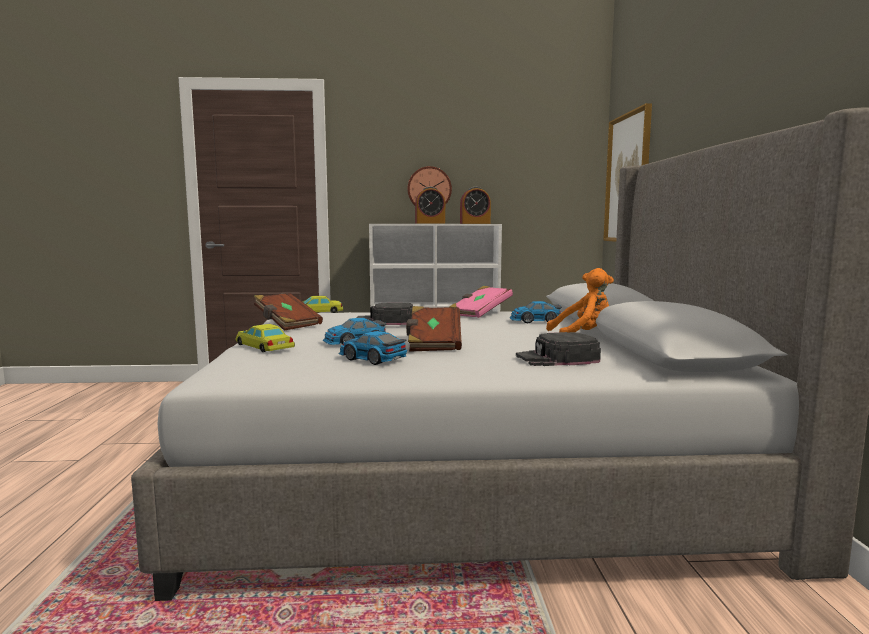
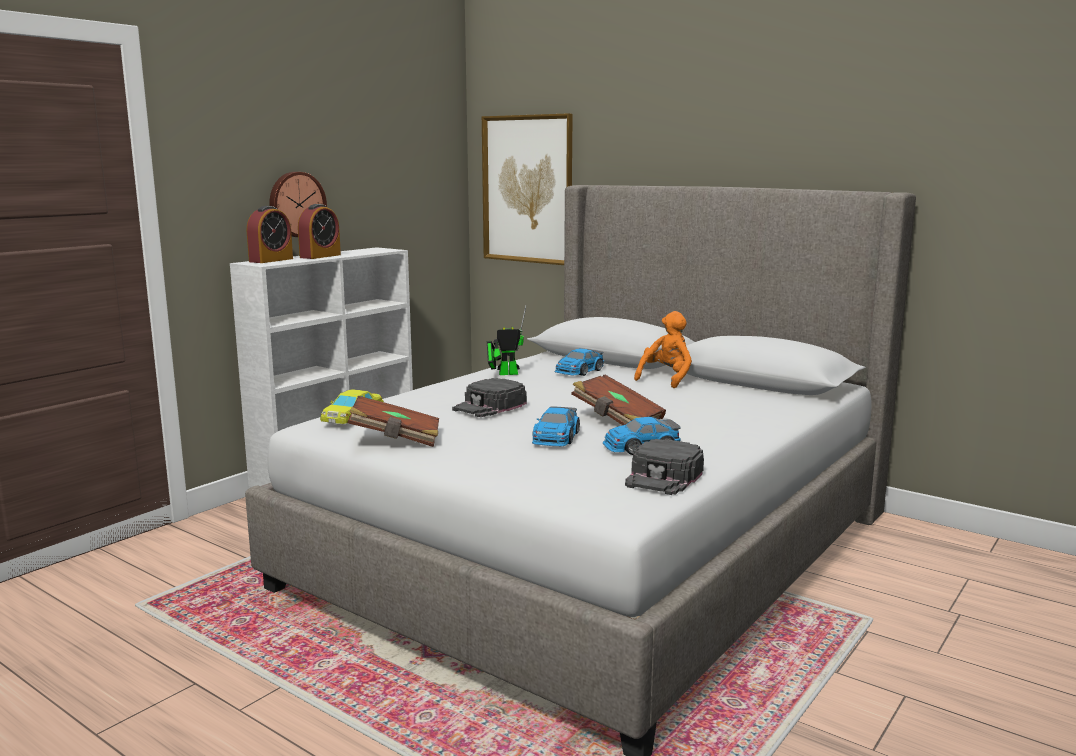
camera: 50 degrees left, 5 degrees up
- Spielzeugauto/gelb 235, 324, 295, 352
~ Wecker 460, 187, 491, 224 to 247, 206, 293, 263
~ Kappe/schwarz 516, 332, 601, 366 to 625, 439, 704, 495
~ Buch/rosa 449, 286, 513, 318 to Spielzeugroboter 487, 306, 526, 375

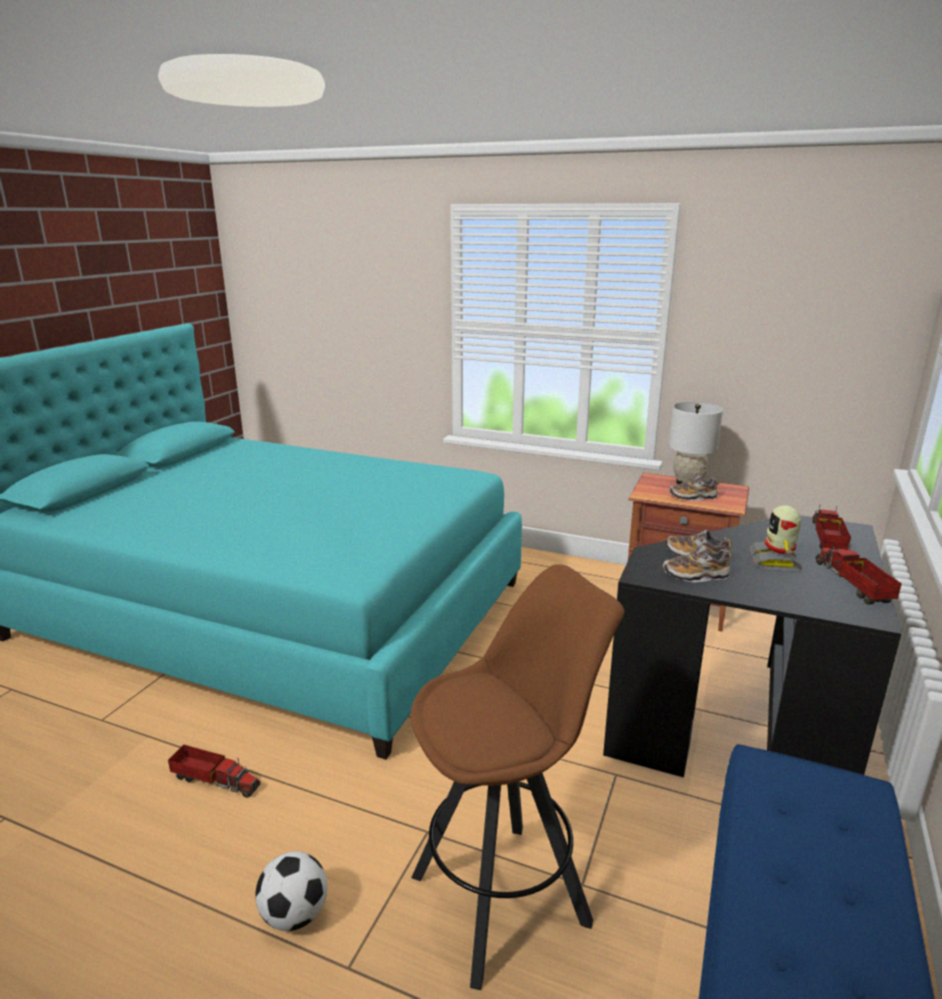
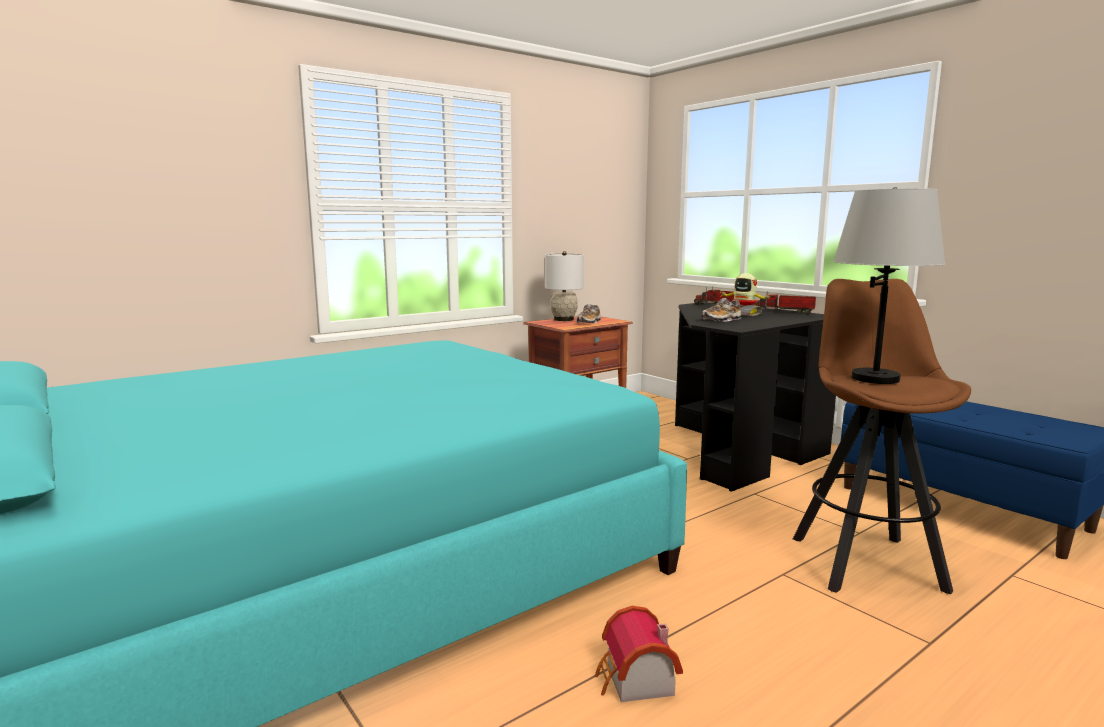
camera: 60 degrees left, 10 degrees down
- Fußball 255, 851, 327, 931
- Schuh 663, 545, 732, 582
+ Tischlampe/grau 833, 187, 945, 384
~ Spielzeuglaster 168, 745, 260, 798 to Spielzeughaus 595, 606, 683, 702

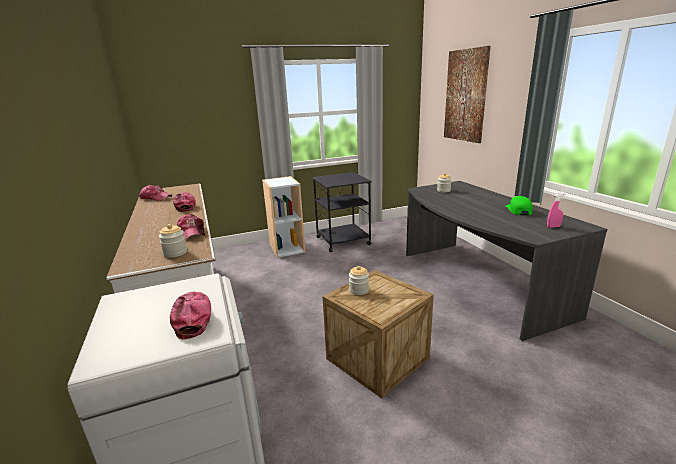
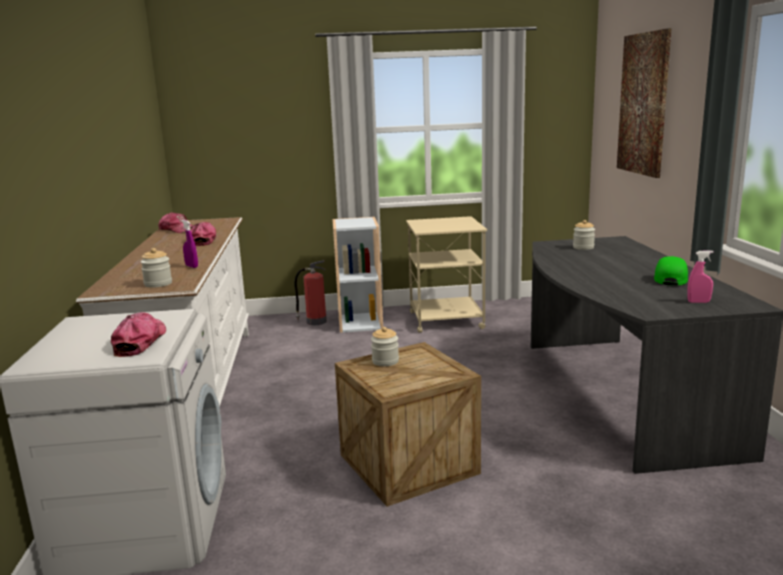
camera: 15 degrees right, 5 degrees down
+ Feuerlöscher 294, 260, 327, 325
~ Kappe 177, 214, 205, 239 to Sprühflasche/lila 181, 220, 198, 268
~ Rollwagen/schwarz 312, 172, 372, 252 to Rollwagen/beige 406, 216, 487, 333

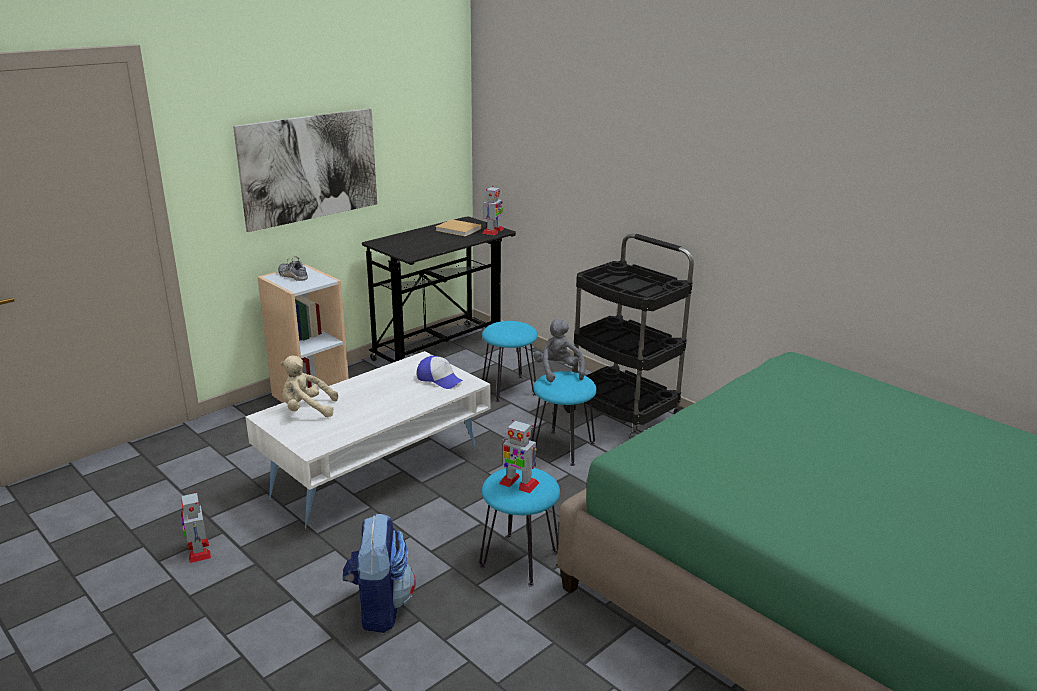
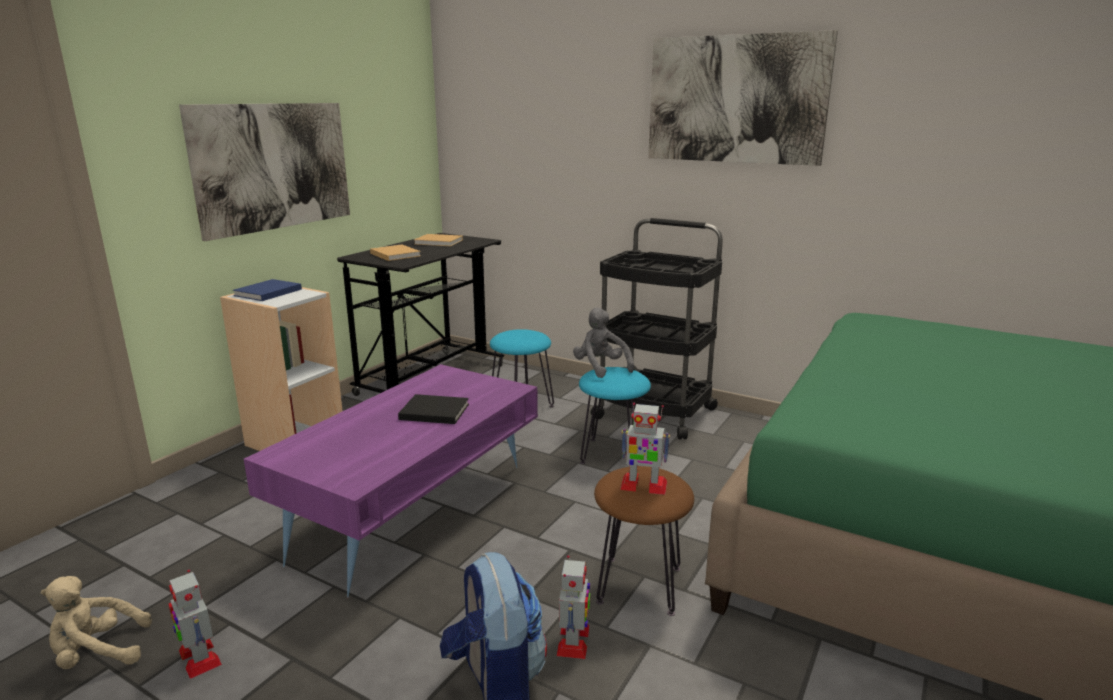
camera: 15 degrees left, 5 degrees down
- Kappe 417, 356, 464, 389
+ Buch/beige 370, 244, 421, 261
+ Buch/schwarz 398, 394, 469, 424
+ Bild 648, 30, 838, 166
~ Plüschtier/beige 280, 356, 338, 417 to 41, 576, 152, 669
~ Spielzeugroboter 482, 186, 504, 235 to 557, 555, 590, 659
~ Schuh 278, 256, 308, 281 to Buch/blau 232, 279, 302, 301
~ Couchtisch/weiß 245, 351, 490, 530 to Couchtisch/lila 244, 364, 538, 599
~ Hocker/türkis 479, 467, 560, 587 to Hocker/braun 594, 466, 694, 616

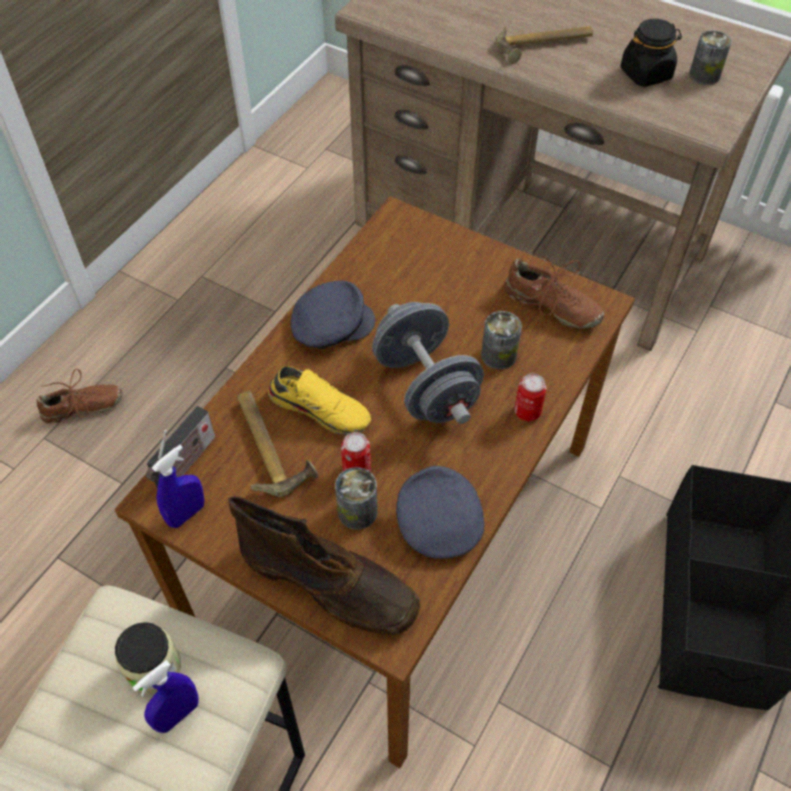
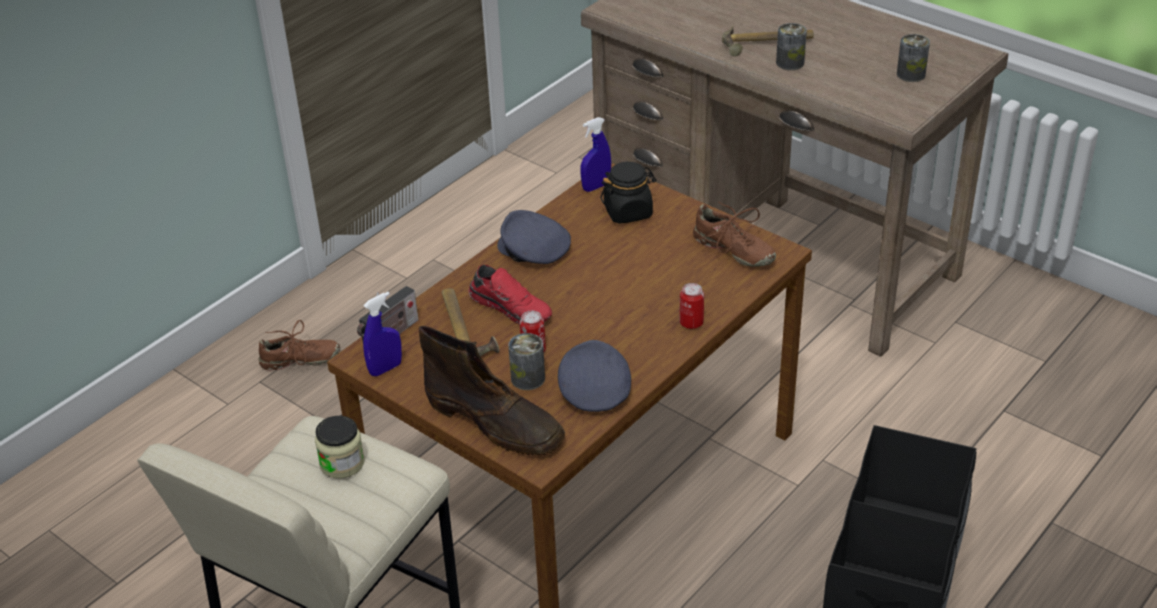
camera: 10 degrees right, 15 degrees down
- Hantel/grau 372, 302, 484, 424
~ Sprühflasche/blau 132, 660, 199, 733 to 581, 117, 611, 192
~ Dose 481, 311, 522, 370 to 776, 23, 807, 70
~ Vorratsglas/schwarz 620, 19, 682, 87 to 600, 162, 656, 224
~ Schuh/gelb 268, 366, 371, 435 to Schuh/rot 469, 265, 552, 325
~ Kappe/grau 291, 281, 375, 349 = 497, 210, 571, 264 135 degrees counterclockwise

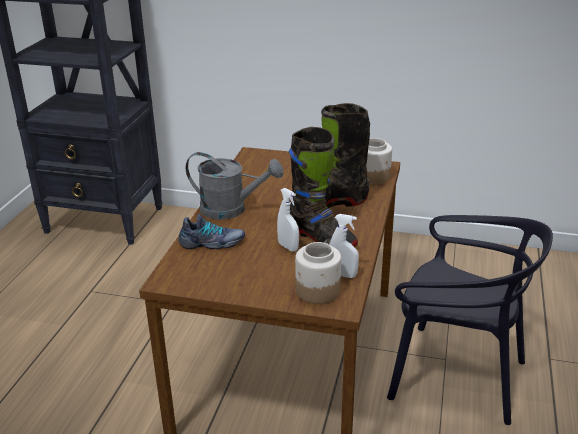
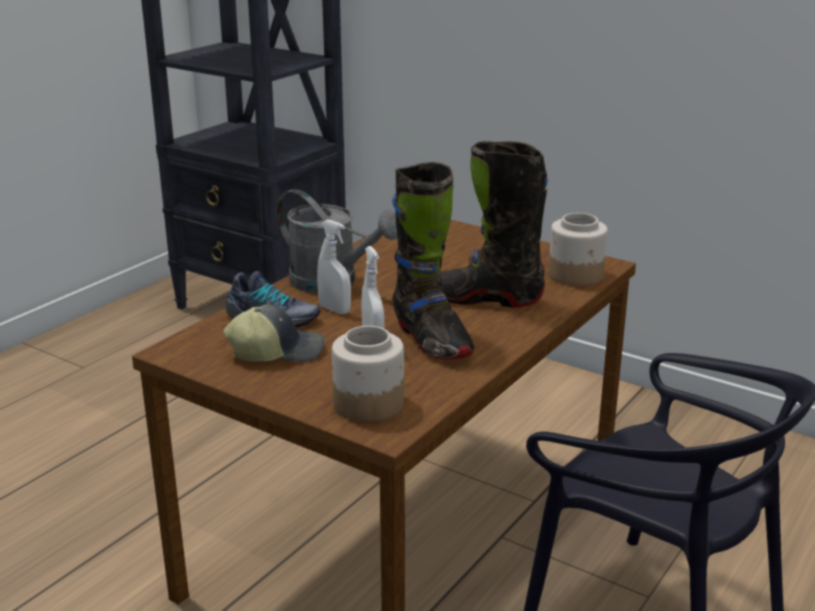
camera: 20 degrees right, 5 degrees down
+ Kappe 224, 304, 325, 362
~ Sprühflasche/weiß 329, 214, 359, 278 to 317, 220, 351, 314

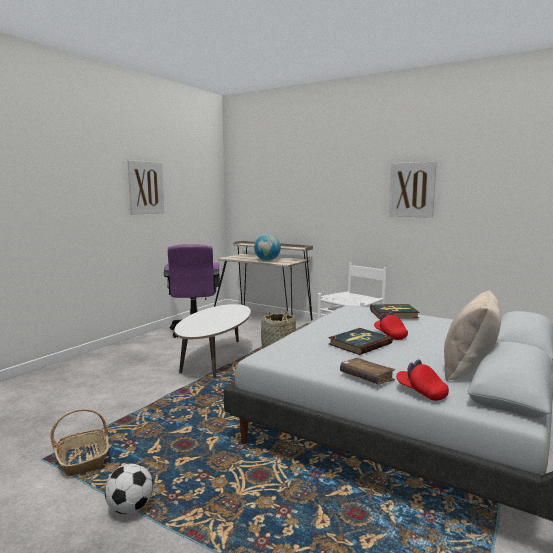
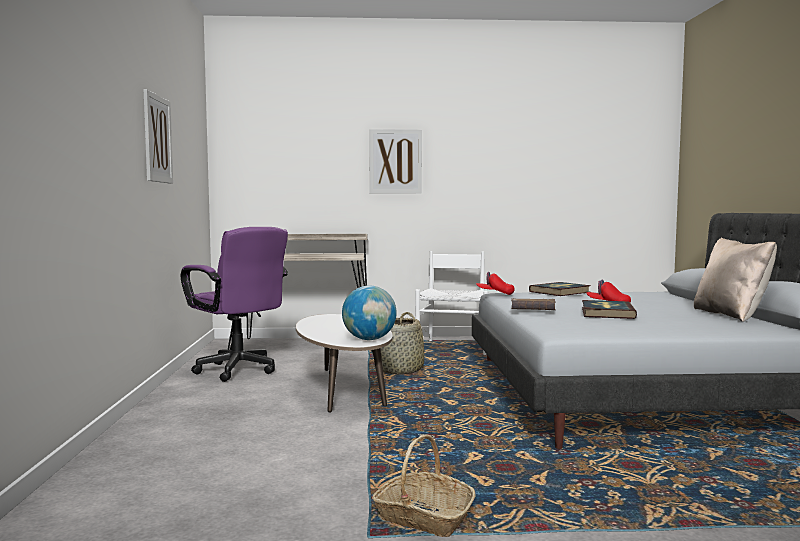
camera: 35 degrees left, 5 degrees down
- Fußball 105, 463, 153, 514
~ Globus 254, 234, 281, 261 to 342, 286, 397, 340
~ Buch/braun 340, 358, 396, 385 to 511, 298, 556, 310
~ Bild 389, 162, 437, 218 to 369, 129, 422, 194
~ Kappe/rot 396, 359, 449, 401 to 476, 272, 515, 295

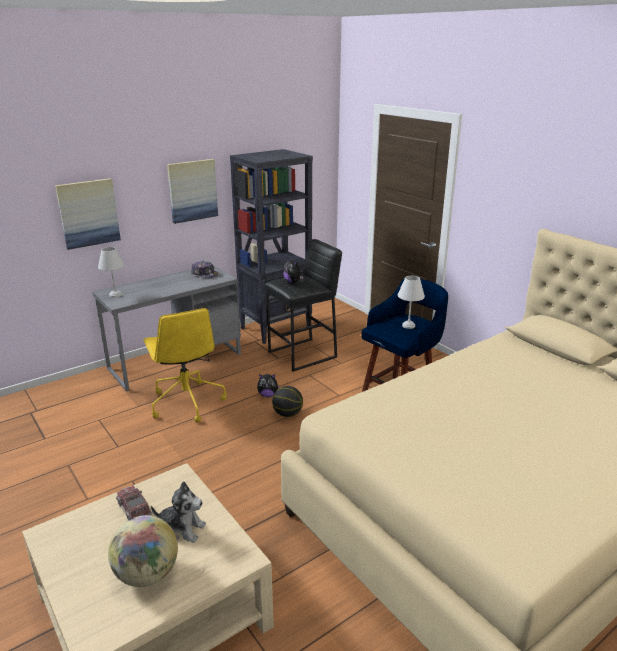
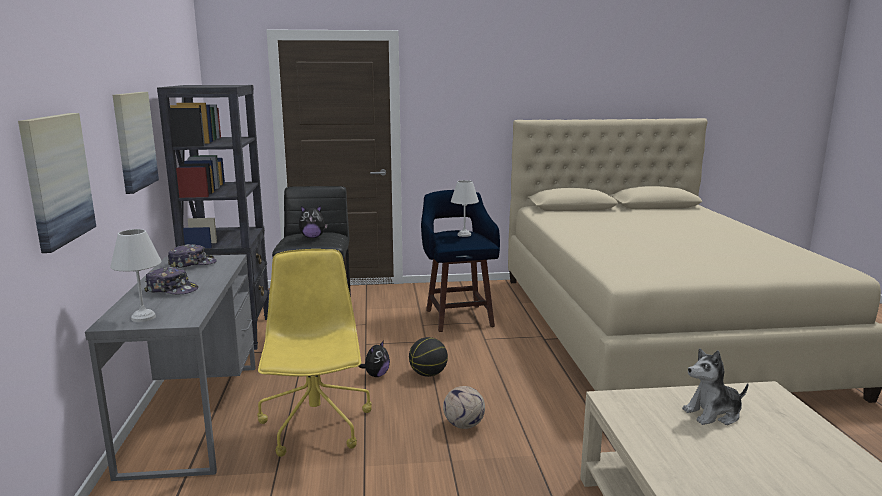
camera: 60 degrees left, 10 degrees down
- Globus 108, 515, 178, 587
- Spielzeuglaster 116, 485, 152, 520
+ Kappe 144, 267, 199, 294
+ Fußball 443, 386, 485, 429
~ Bürostuhl/gelb 143, 308, 227, 422 = 257, 249, 372, 457 105 degrees counterclockwise
~ Plüschtier 151, 481, 206, 543 = 682, 348, 748, 425 150 degrees counterclockwise

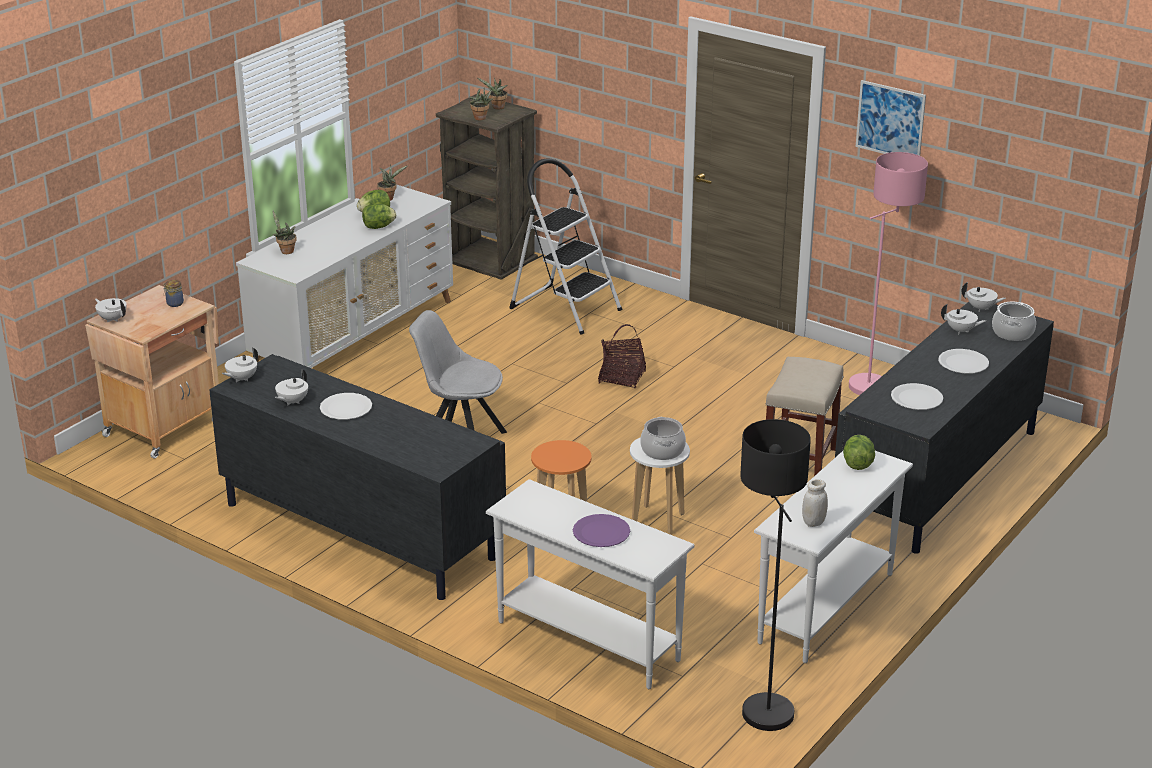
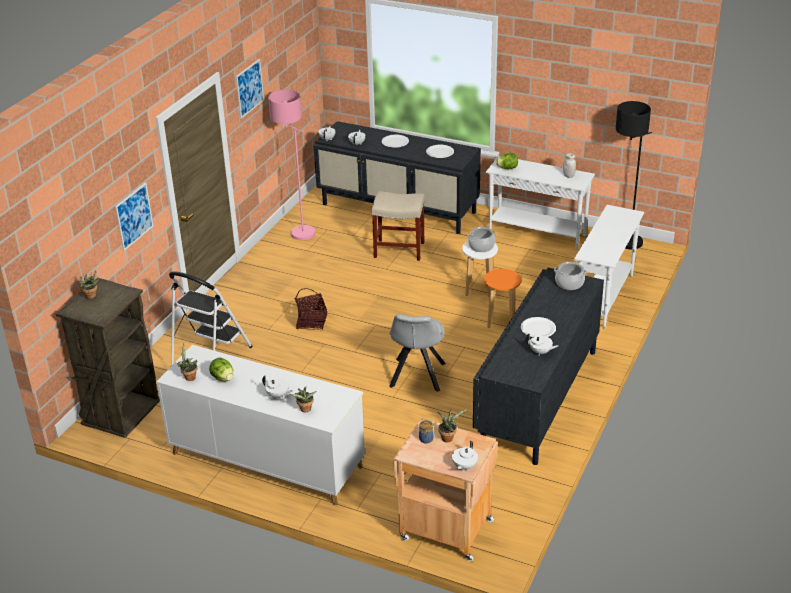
camera: 100 degrees left, 5 degrees up
- Salatkopf 362, 203, 396, 229
- Teller/lila 573, 514, 630, 547
+ Bild 115, 182, 153, 251
~ Teekanne/weiß 222, 348, 258, 382 to 262, 375, 293, 399
~ Topfpflanze 469, 87, 493, 120 to 438, 409, 467, 443
~ Kochtopf 992, 302, 1036, 341 to 554, 262, 587, 290

